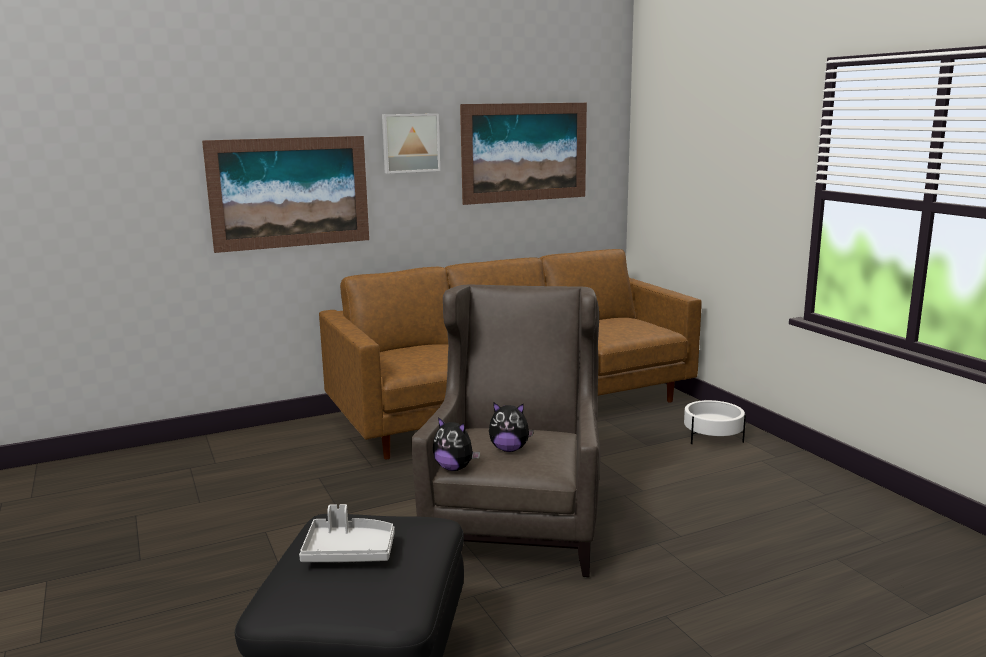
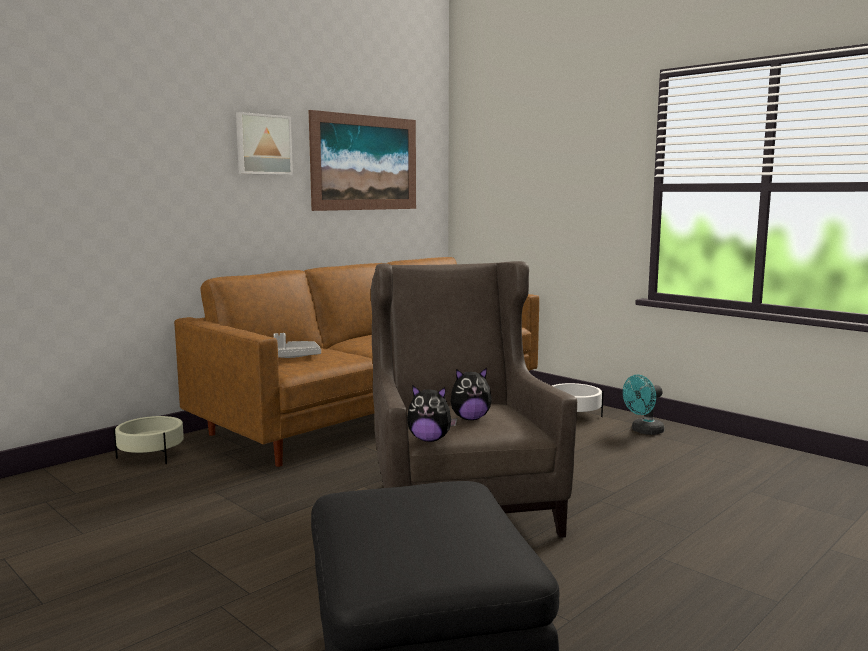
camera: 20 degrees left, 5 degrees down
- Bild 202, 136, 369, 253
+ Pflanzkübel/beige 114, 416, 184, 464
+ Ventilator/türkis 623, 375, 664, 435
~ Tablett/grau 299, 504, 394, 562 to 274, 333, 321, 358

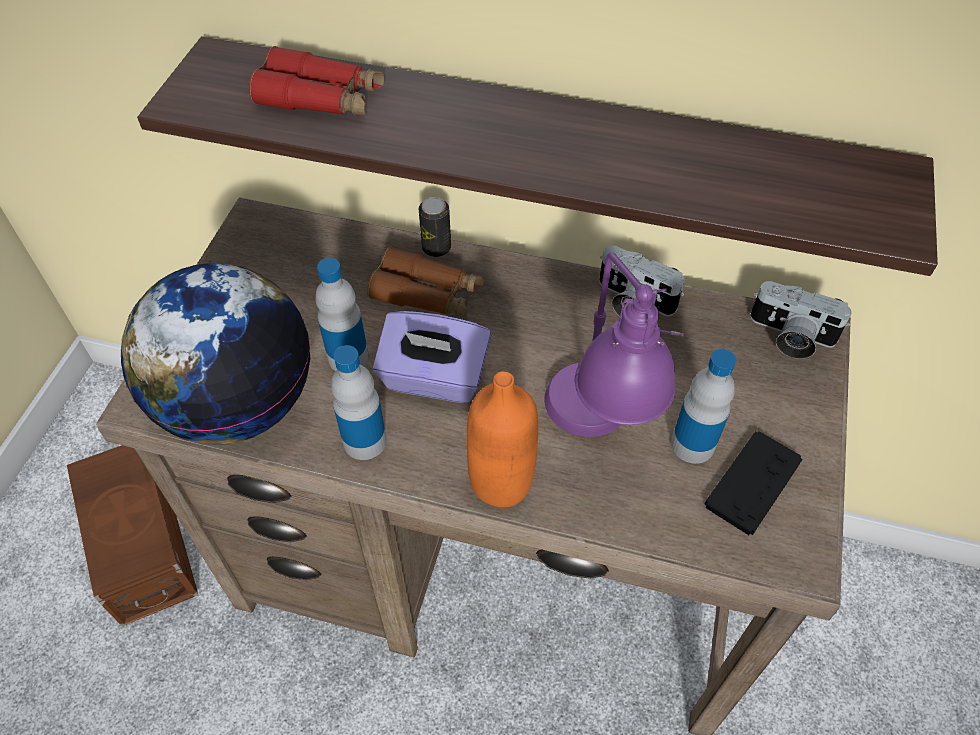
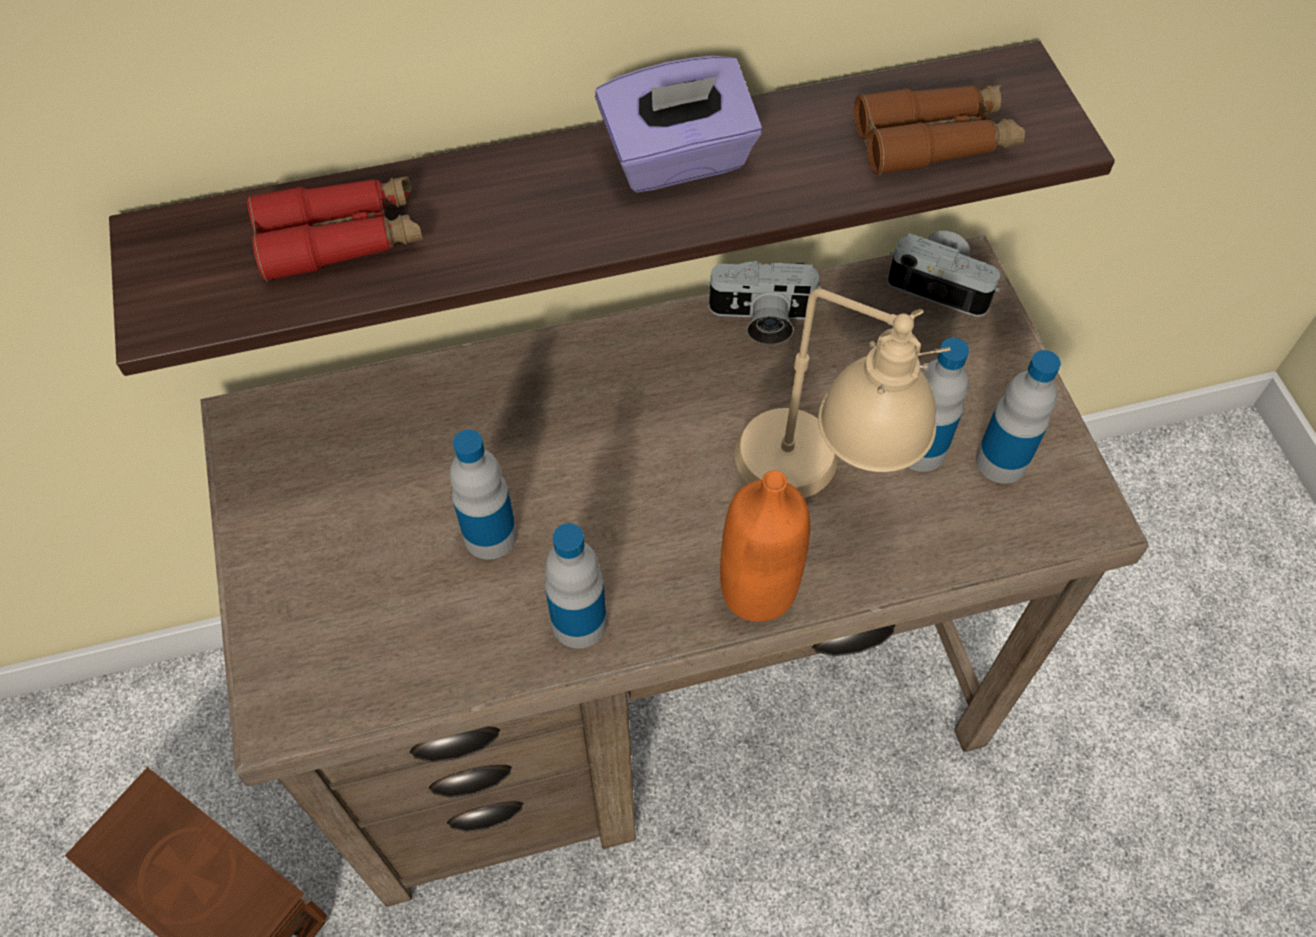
camera: 30 degrees left, 5 degrees up
- Globus 121, 263, 310, 444
- Dose 419, 197, 451, 257
~ Fernglas/braun 367, 246, 484, 318 to 854, 85, 1025, 175
~ Taschentuchbox/lila 373, 311, 492, 403 to 595, 56, 762, 192
~ Gamepad/schwarz 704, 431, 802, 535 to Flasche 976, 350, 1061, 484
~ Tischlampe/lila 544, 252, 684, 437 to Tischlampe/beige 734, 289, 951, 498
~ Kamera 750, 281, 851, 359 = 888, 231, 1000, 317 150 degrees counterclockwise

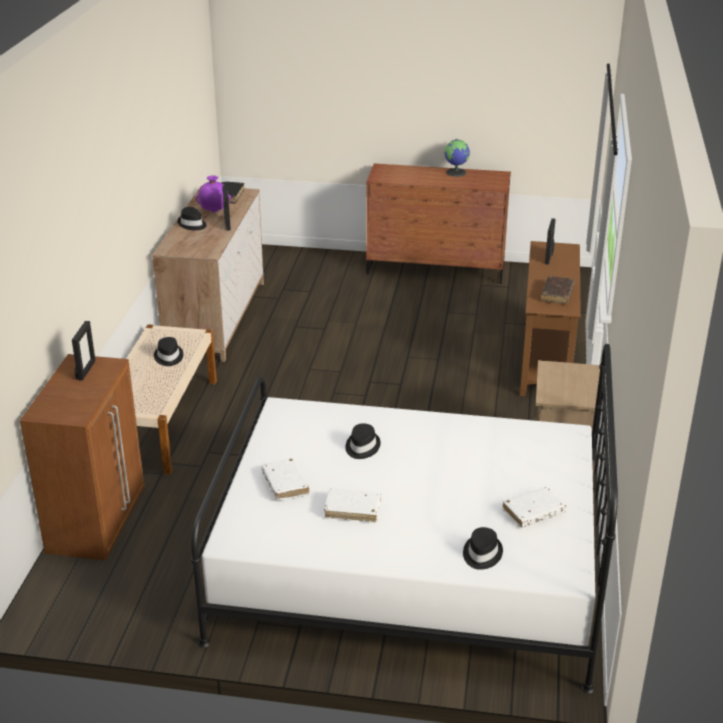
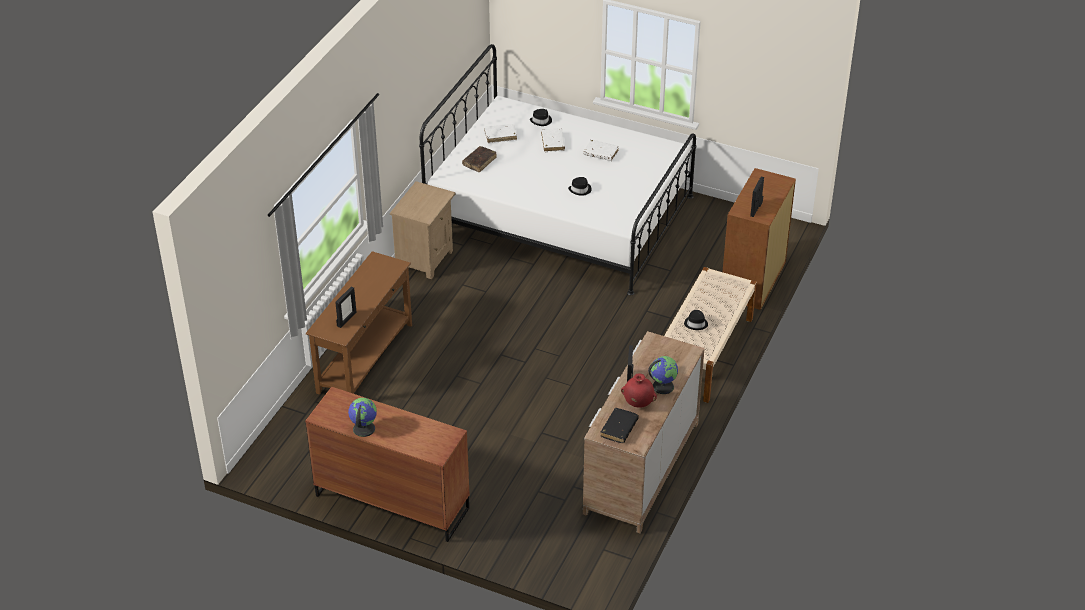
camera: 165 degrees left, 10 degrees up
~ Buch/weiß 261, 458, 309, 500 to 541, 128, 565, 152
~ Buch/braun 541, 276, 575, 304 to 462, 146, 497, 172
~ Hut/schwarz 178, 207, 207, 230 to Globus 648, 356, 678, 394
~ Vase/lila 196, 176, 232, 212 to Vase/rot 621, 373, 657, 408

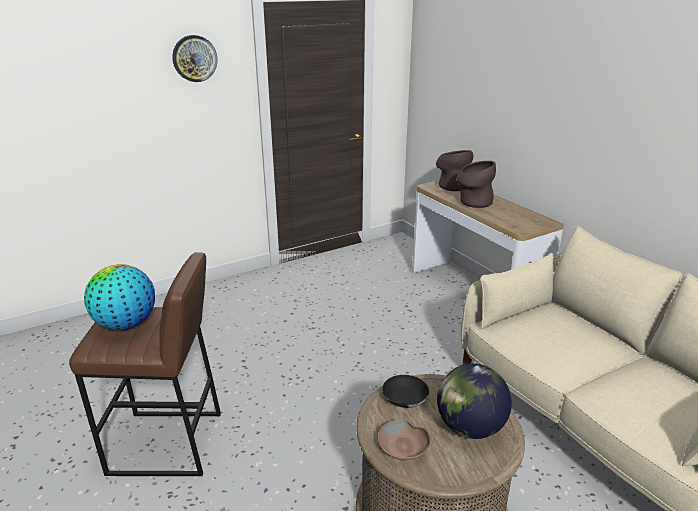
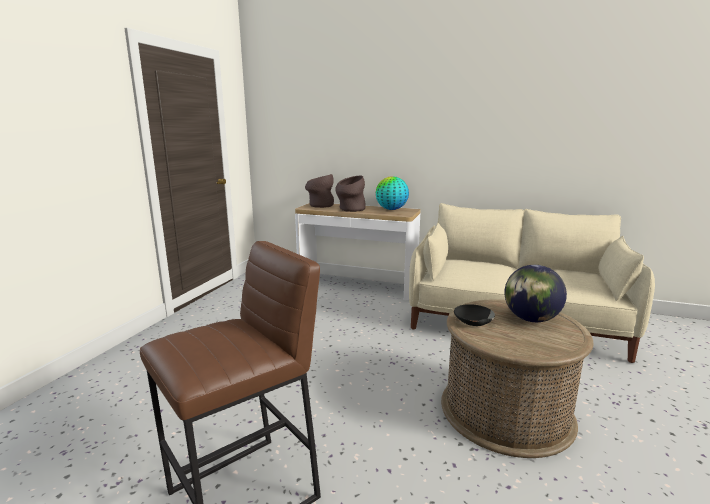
camera: 40 degrees left, 10 degrees down
- Wanduhr 172, 35, 217, 82
- Schüssel/braun 378, 420, 430, 460
~ Globus 84, 264, 155, 330 to 376, 176, 409, 210

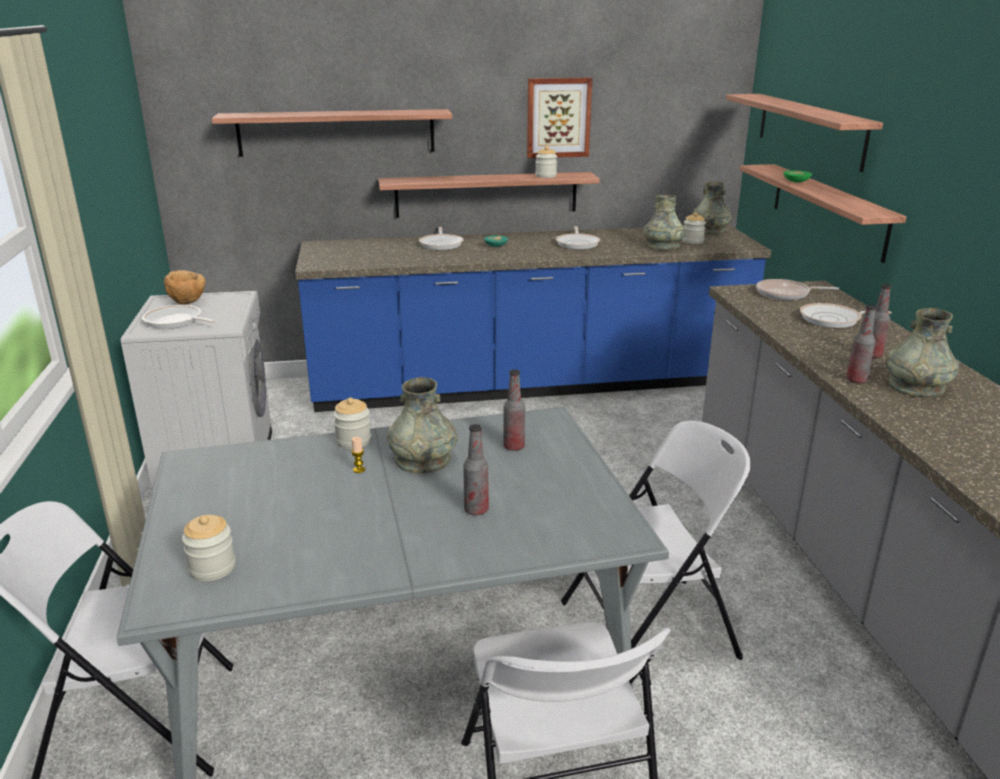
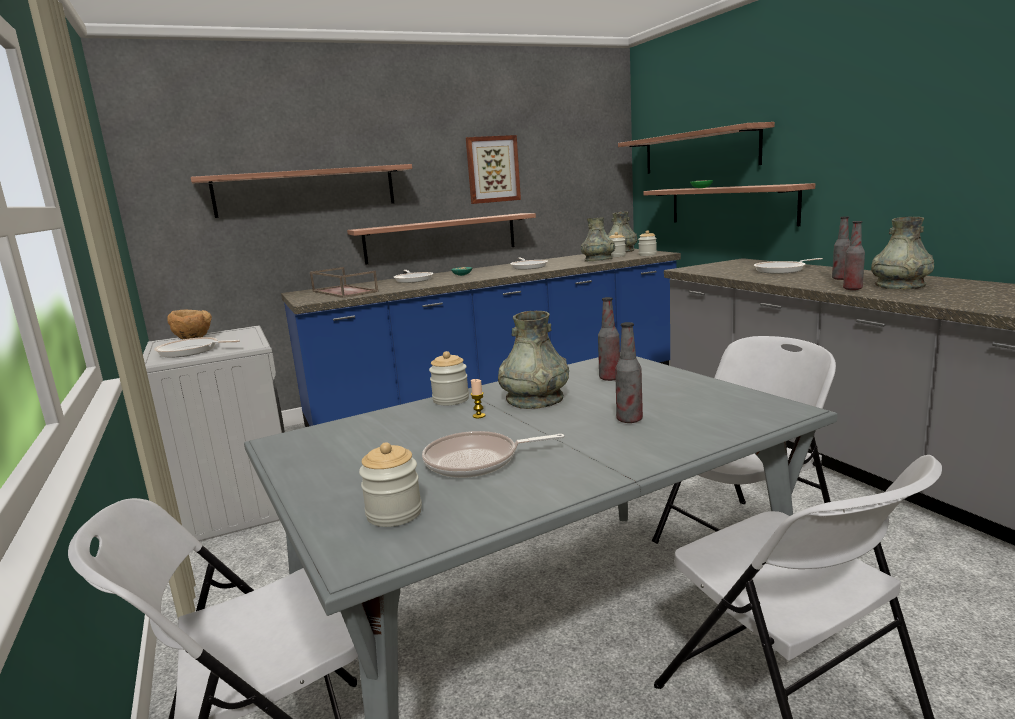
camera: 15 degrees left, 10 degrees down
+ Tablett/braun 310, 267, 378, 298
~ Vorratsglas 535, 146, 557, 178 to 638, 230, 657, 256
~ Pfanne 756, 279, 839, 300 to 422, 431, 565, 478

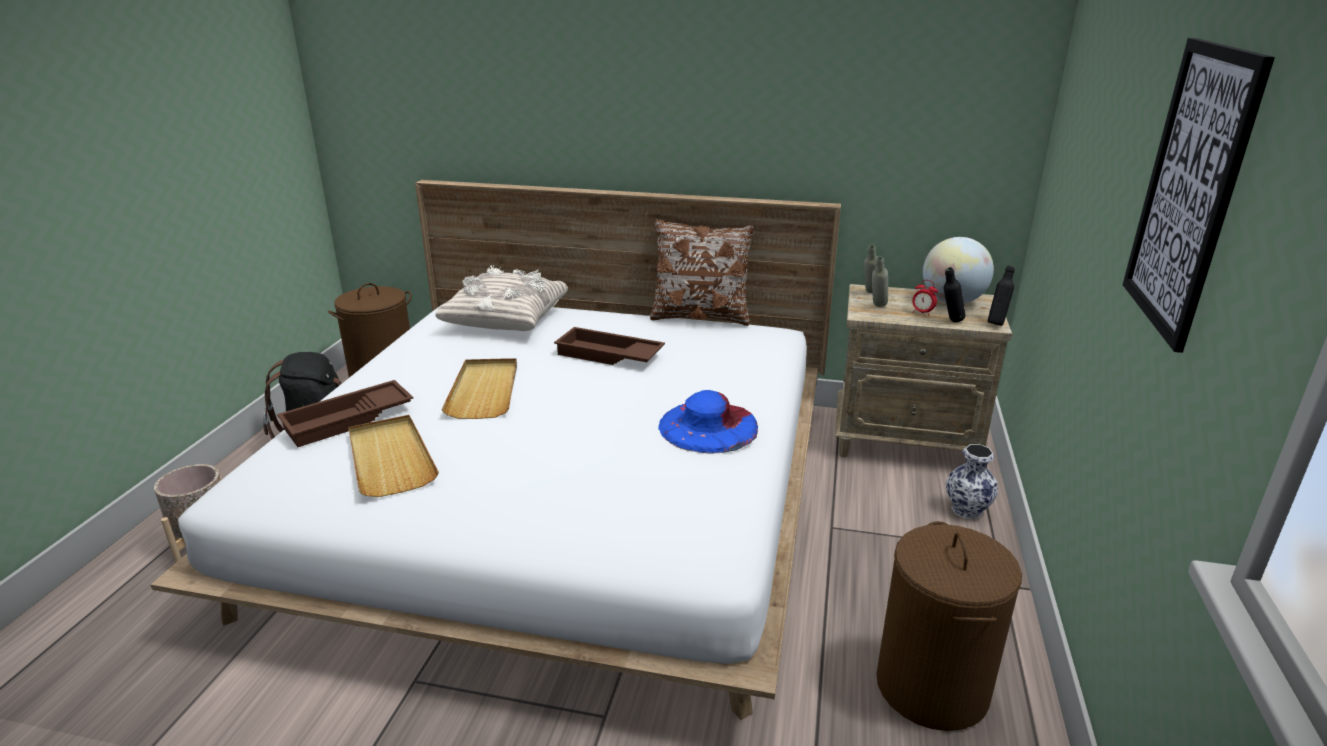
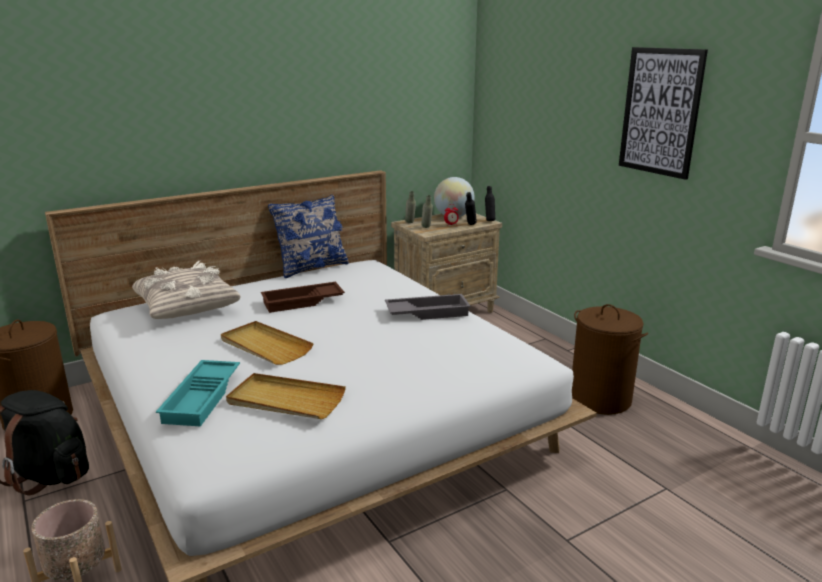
camera: 45 degrees left, 5 degrees down
- Vase 946, 444, 998, 519
~ Hut/blau 658, 390, 758, 453 to Tablett/grau 385, 294, 471, 320
~ Tablett/braun 277, 380, 413, 447 to Tablett/türkis 156, 360, 240, 427
~ Kissen/braun 650, 219, 754, 326 to Kissen/blau 268, 195, 349, 278

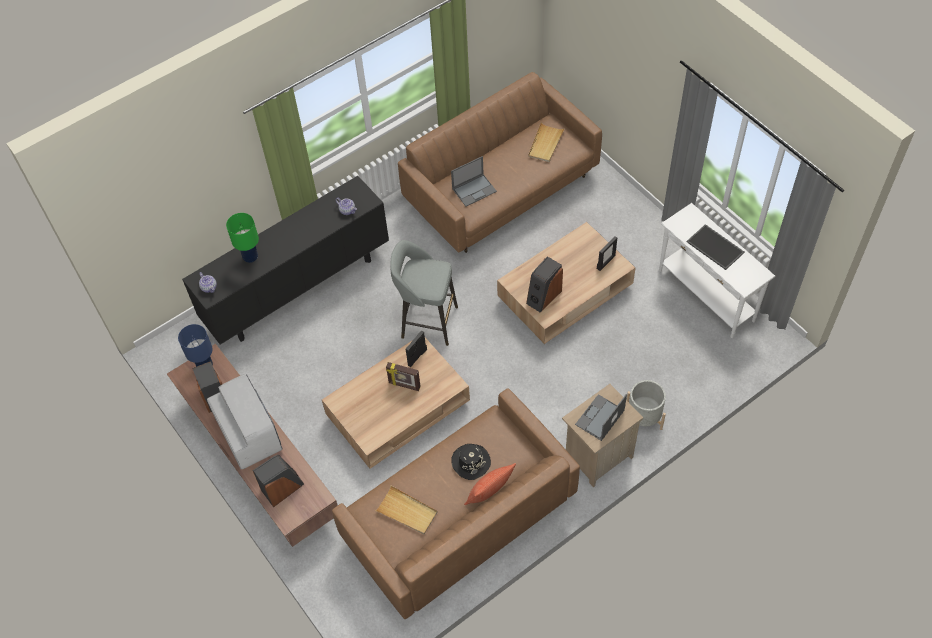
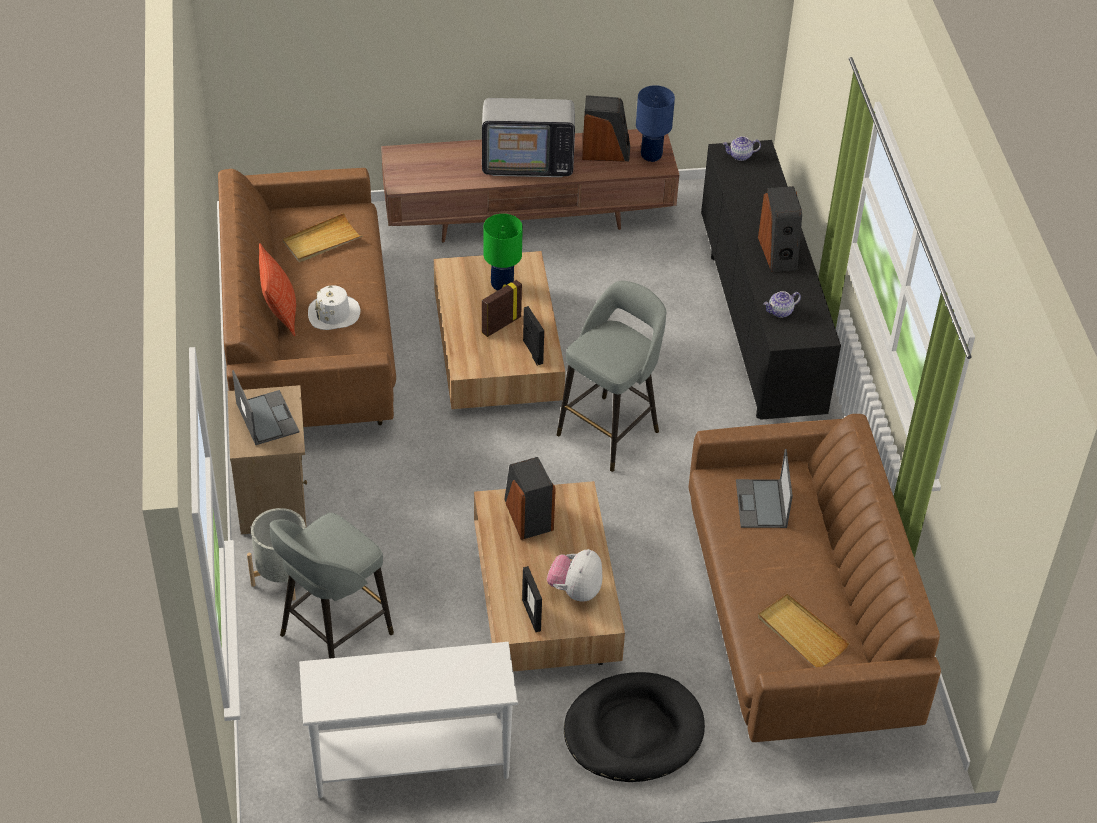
camera: 115 degrees right, 10 degrees down
- Tablett 687, 224, 744, 270
+ Hocker/grau 270, 513, 394, 659
+ Plüschtier 547, 549, 603, 602
+ Hundebett/schwarz 564, 672, 705, 782
~ Tischlampe/grün 226, 213, 259, 263 to 484, 214, 523, 291
~ Lautsprecher 253, 455, 304, 507 to 758, 186, 802, 272
~ Hut/schwarz 451, 444, 491, 480 to Hut/weiß 308, 285, 360, 330

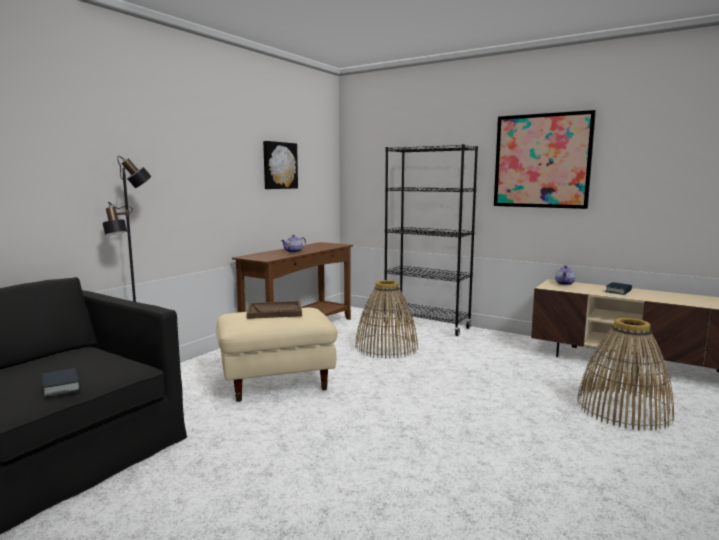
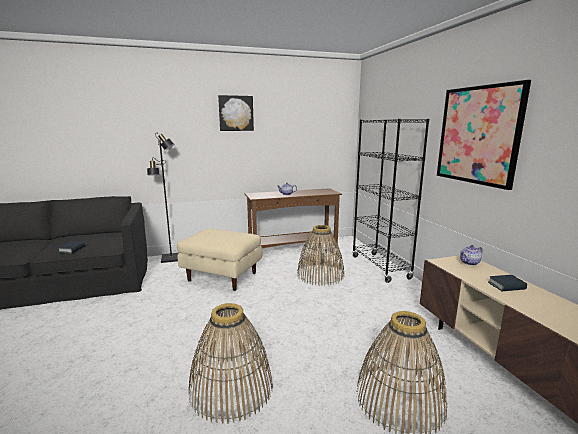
camera: 40 degrees right, 5 degrees up
- Tablett/braun 247, 301, 302, 319
+ Korb 189, 303, 273, 424
~ Bild 263, 141, 298, 189 to 218, 95, 254, 131

